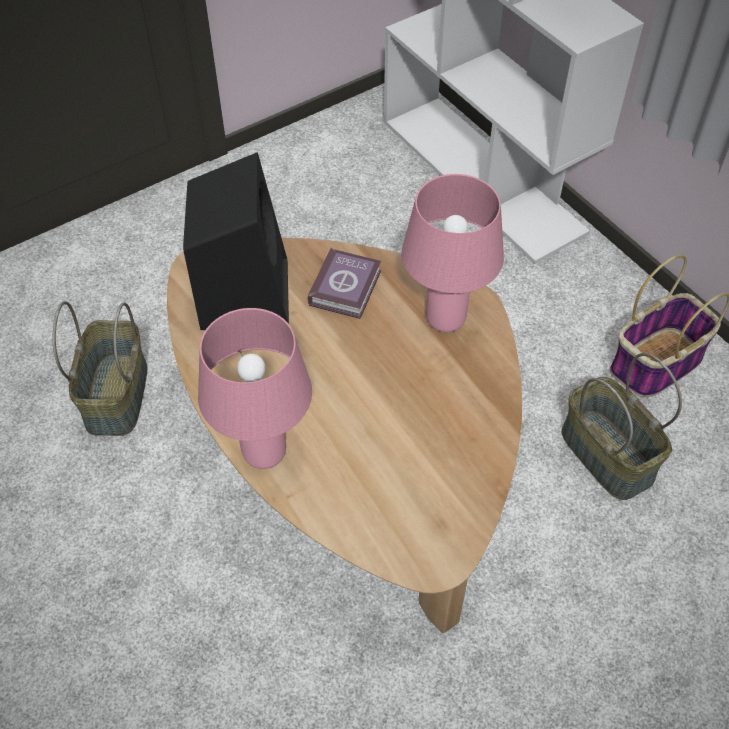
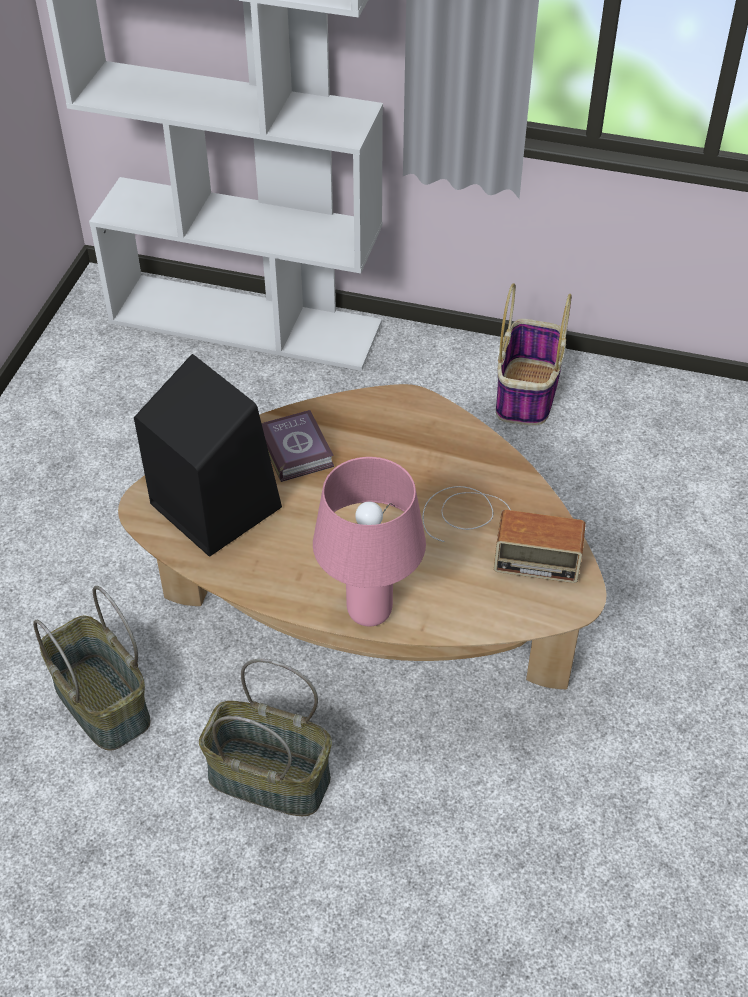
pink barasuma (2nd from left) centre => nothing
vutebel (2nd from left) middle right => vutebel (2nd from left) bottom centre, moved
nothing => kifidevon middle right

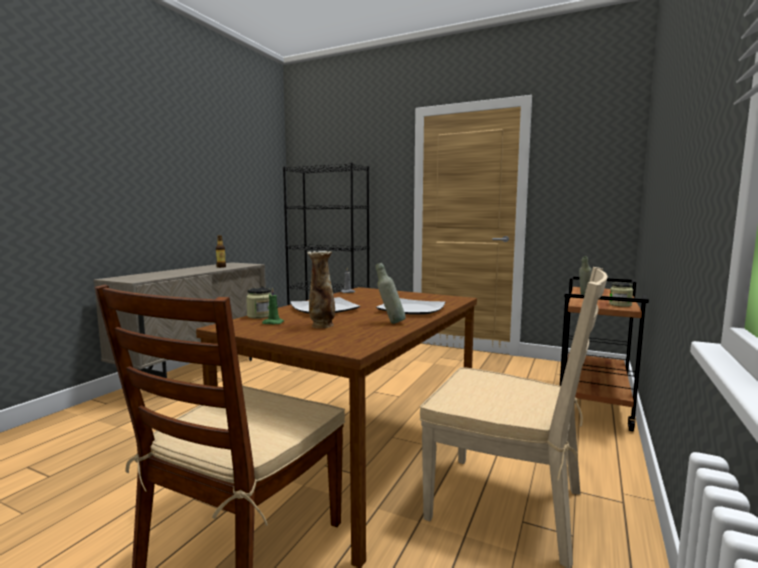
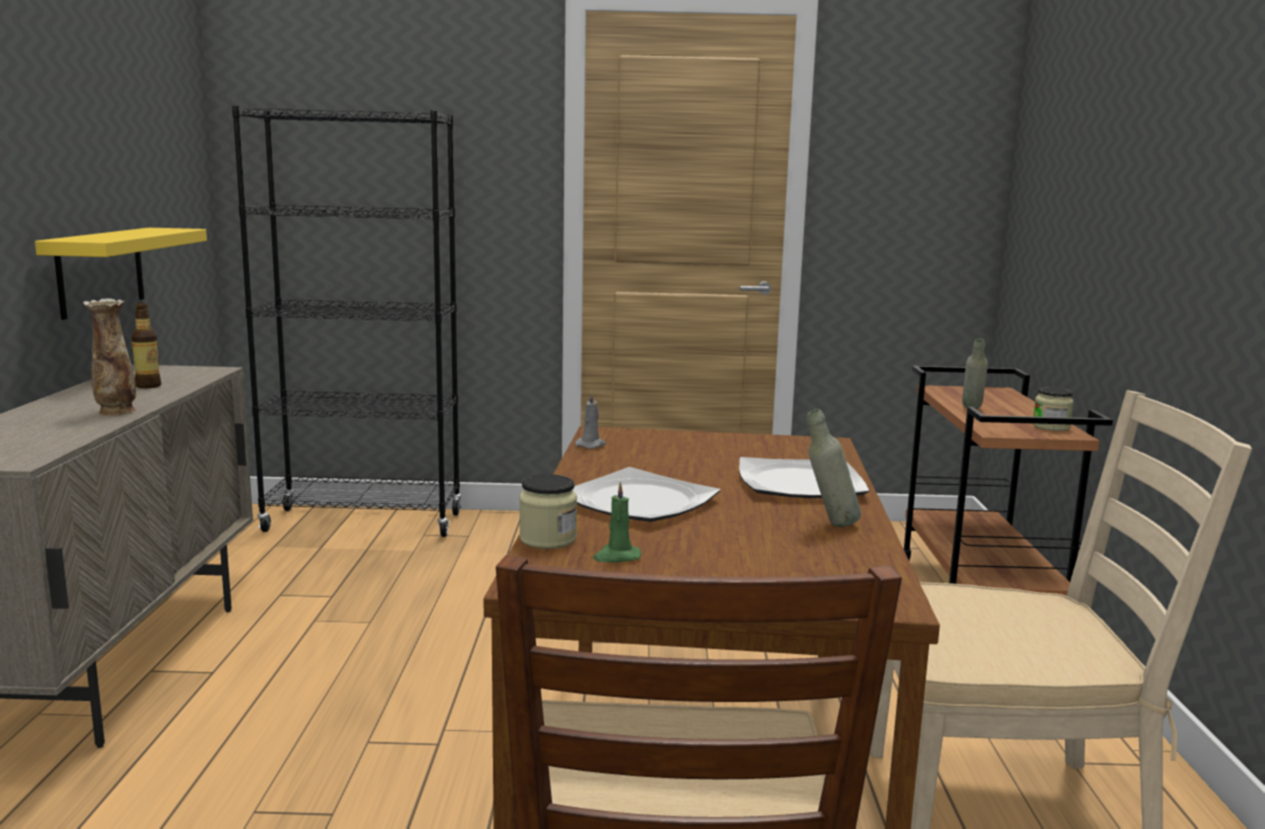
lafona centre => lafona middle left, moved
nothing => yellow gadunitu top left

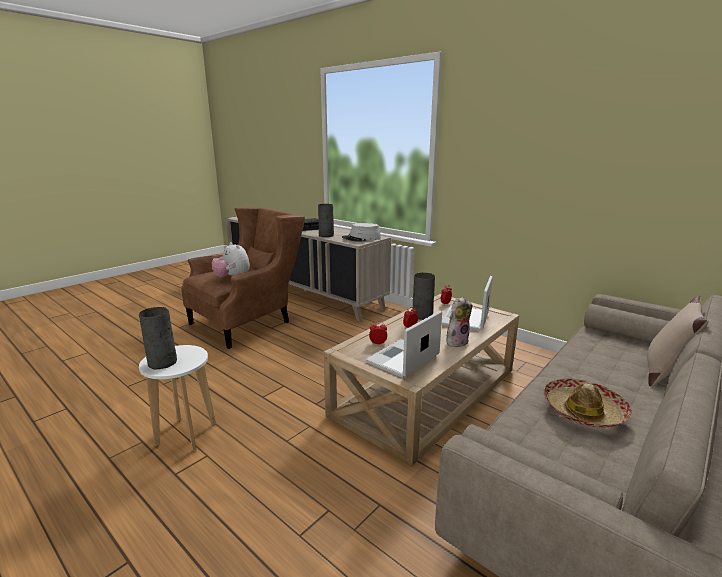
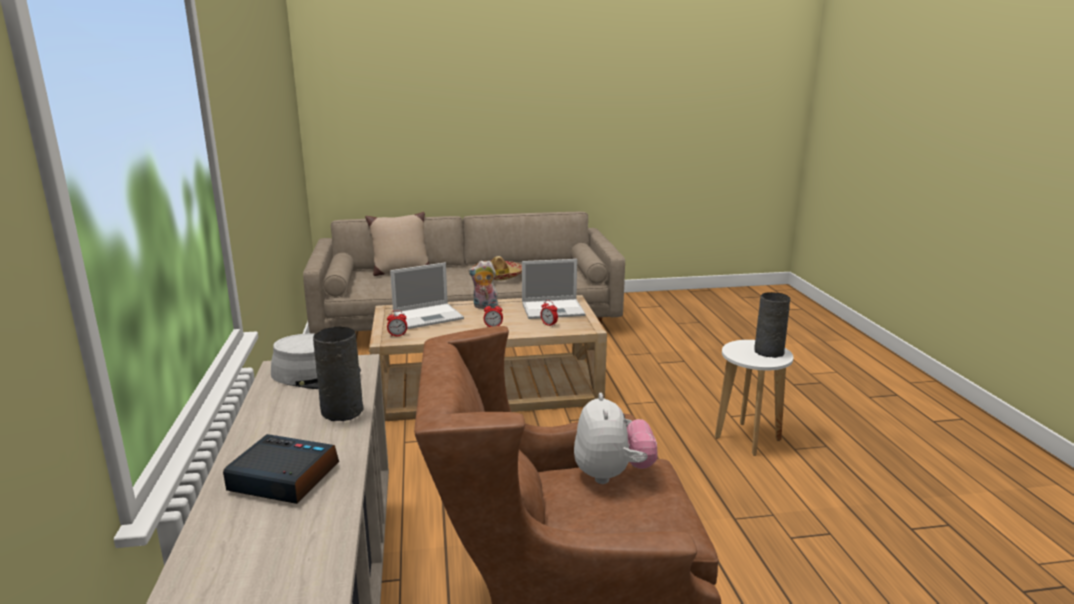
grey lafona (3rd from left) centre => nothing

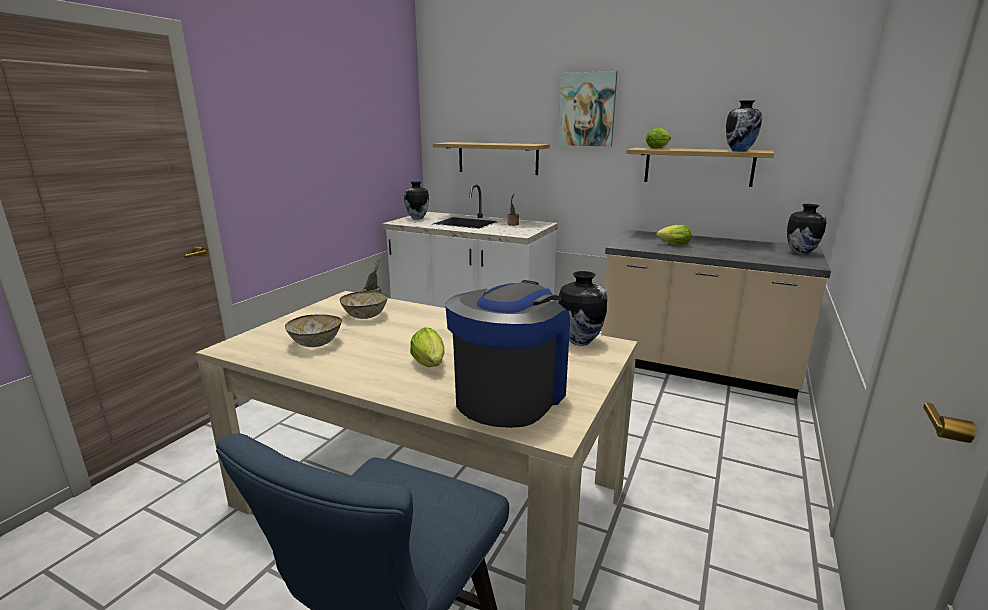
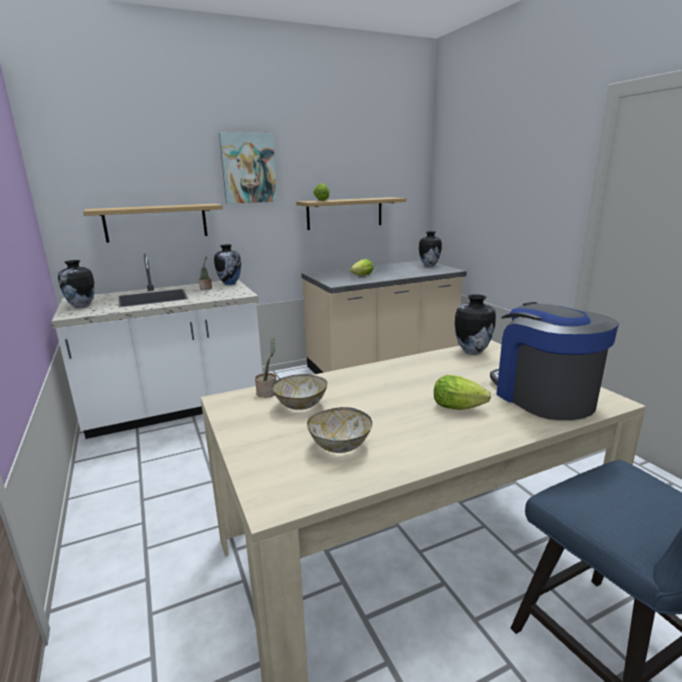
lafona (3rd from left in the first image) top right => lafona (2nd from left) middle left, moved

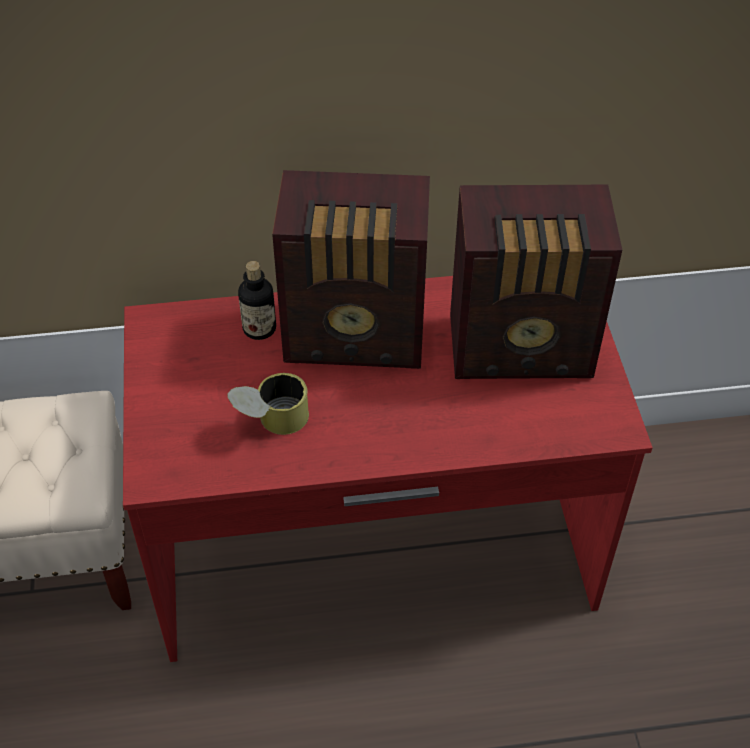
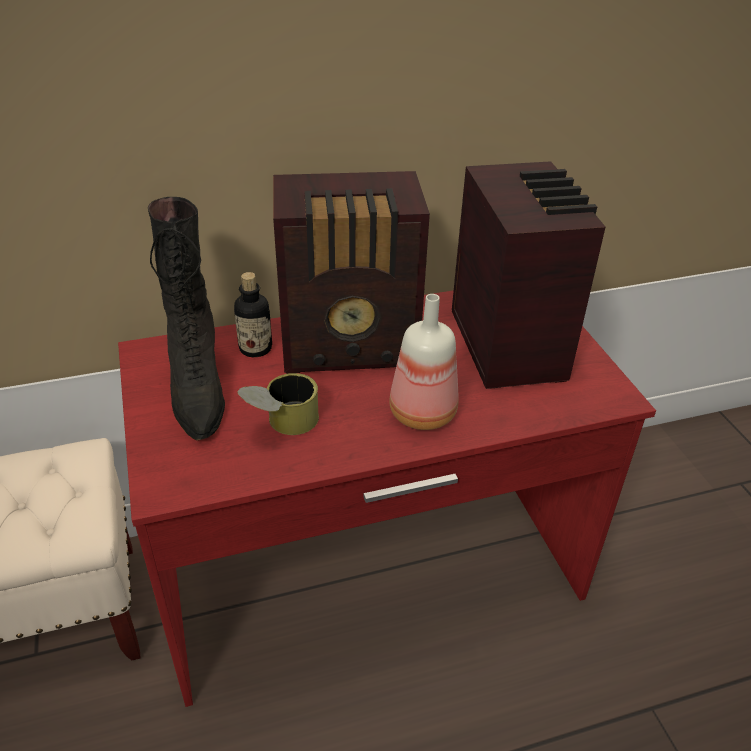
kifidevon (2nd from left) middle right, 90 degrees counterclockwise
nothing => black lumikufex middle left
nothing => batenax (2nd from left) centre

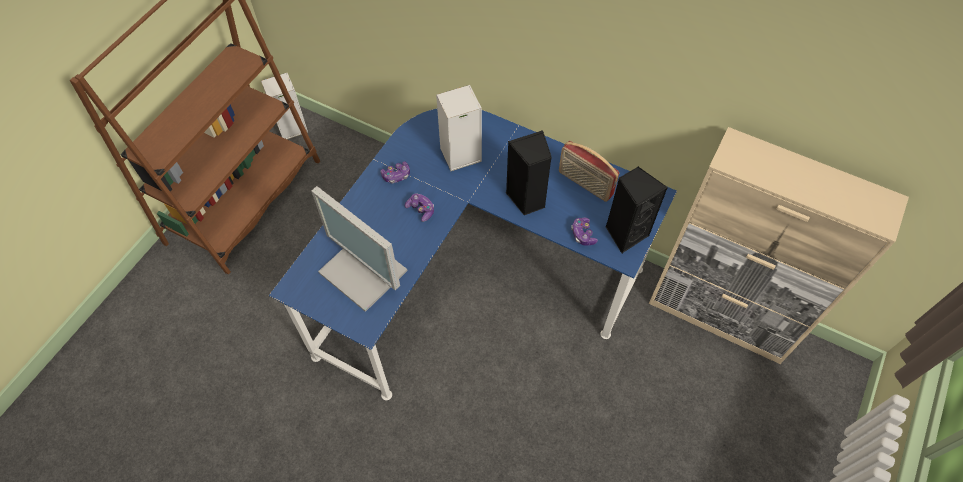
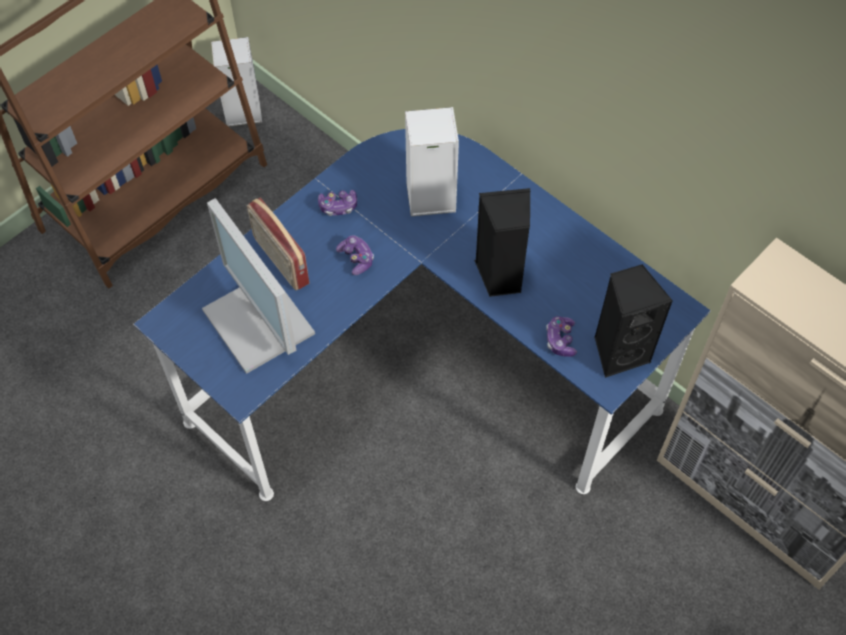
kifidevon centre => kifidevon middle left, moved

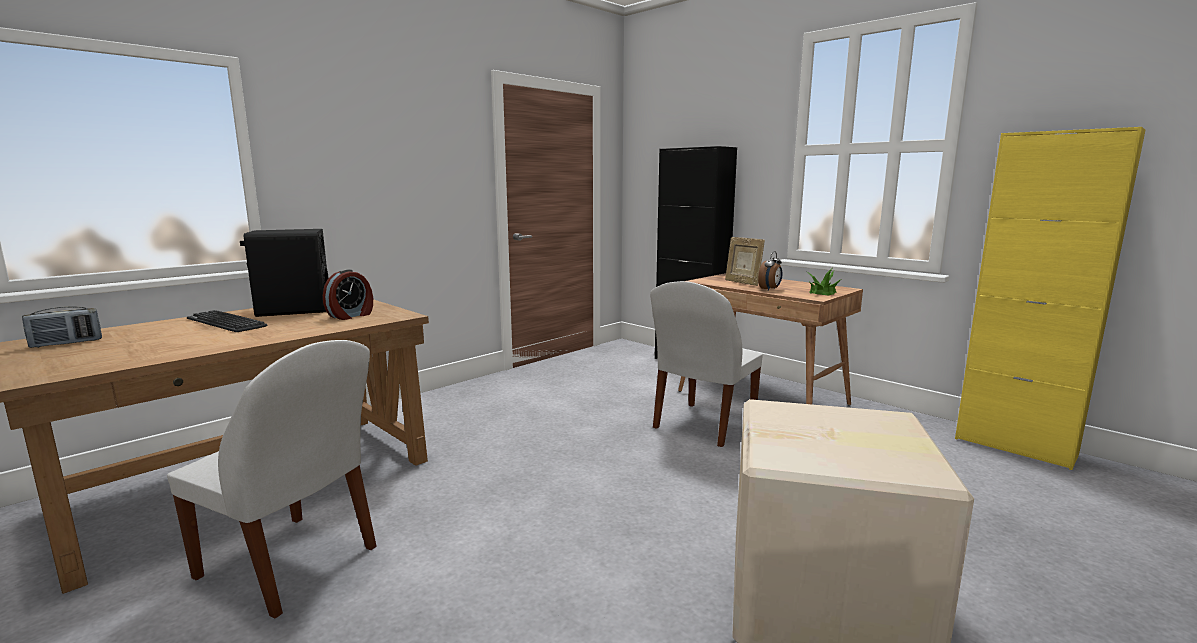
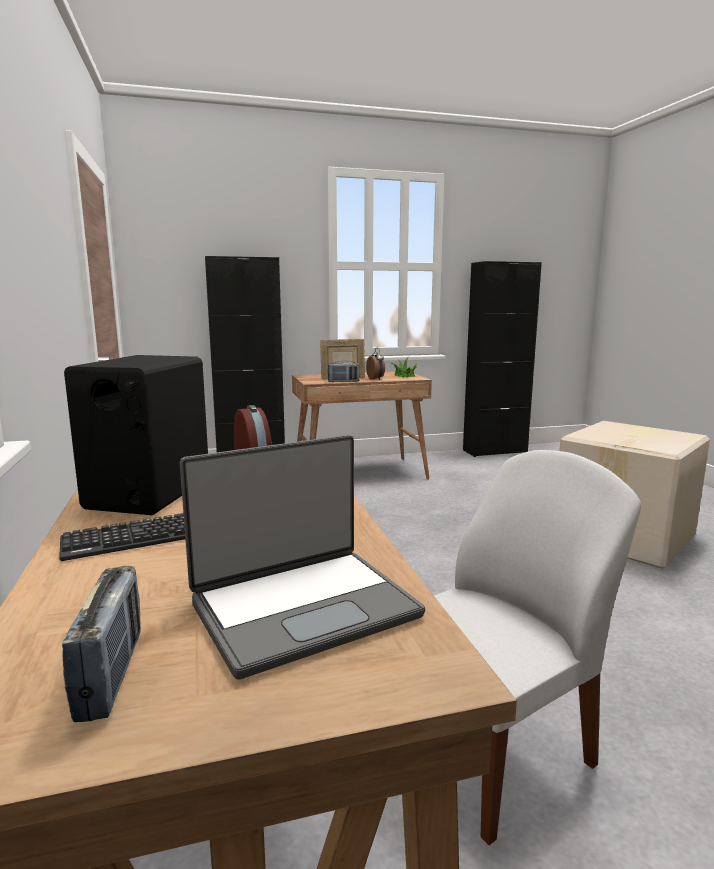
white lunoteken (2nd from left) centre => nothing
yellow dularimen middle right => black dularimen (2nd from left) middle right
nothing => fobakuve centre
nothing => kifidevon (2nd from left) centre

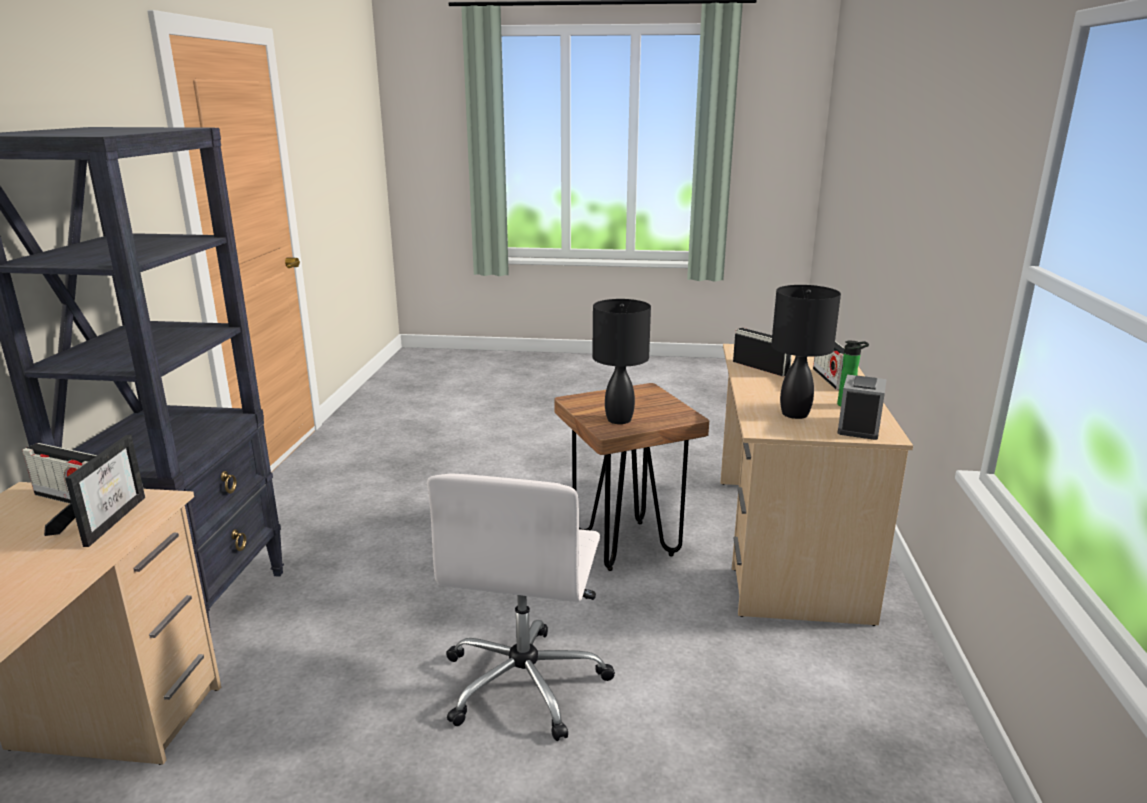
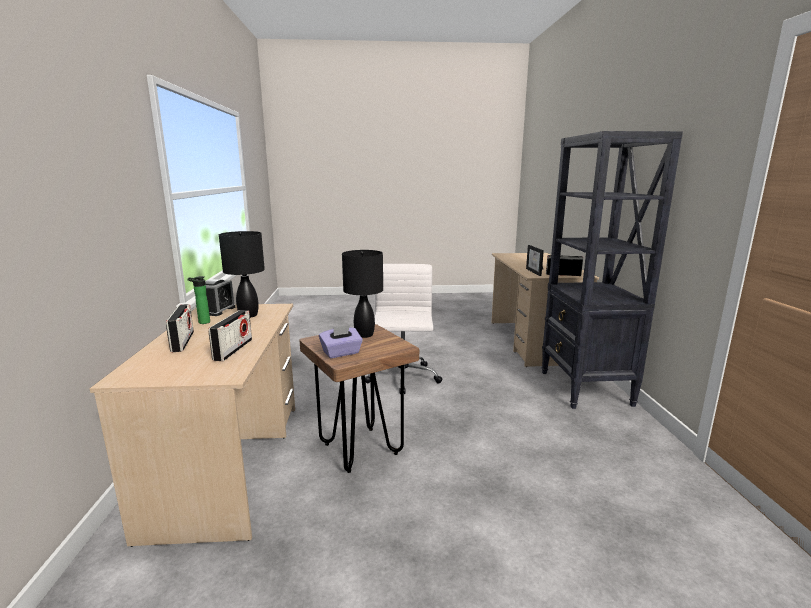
kifidevon (2nd from left) centre => kifidevon (2nd from left) middle left, 120 degrees counterclockwise
nothing => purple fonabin centre

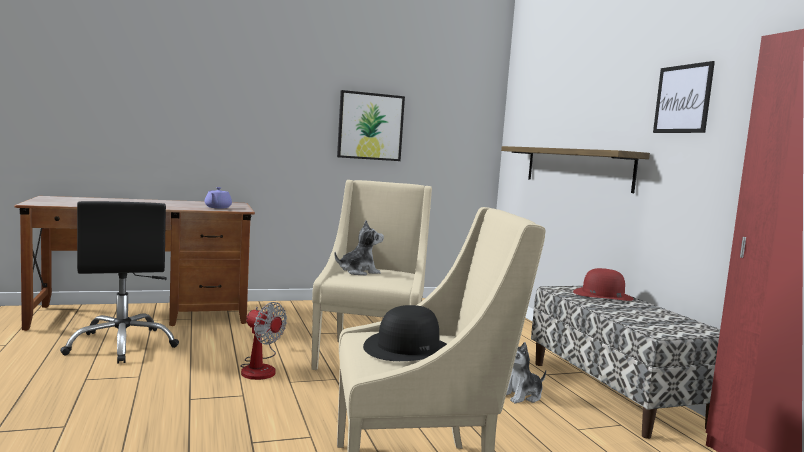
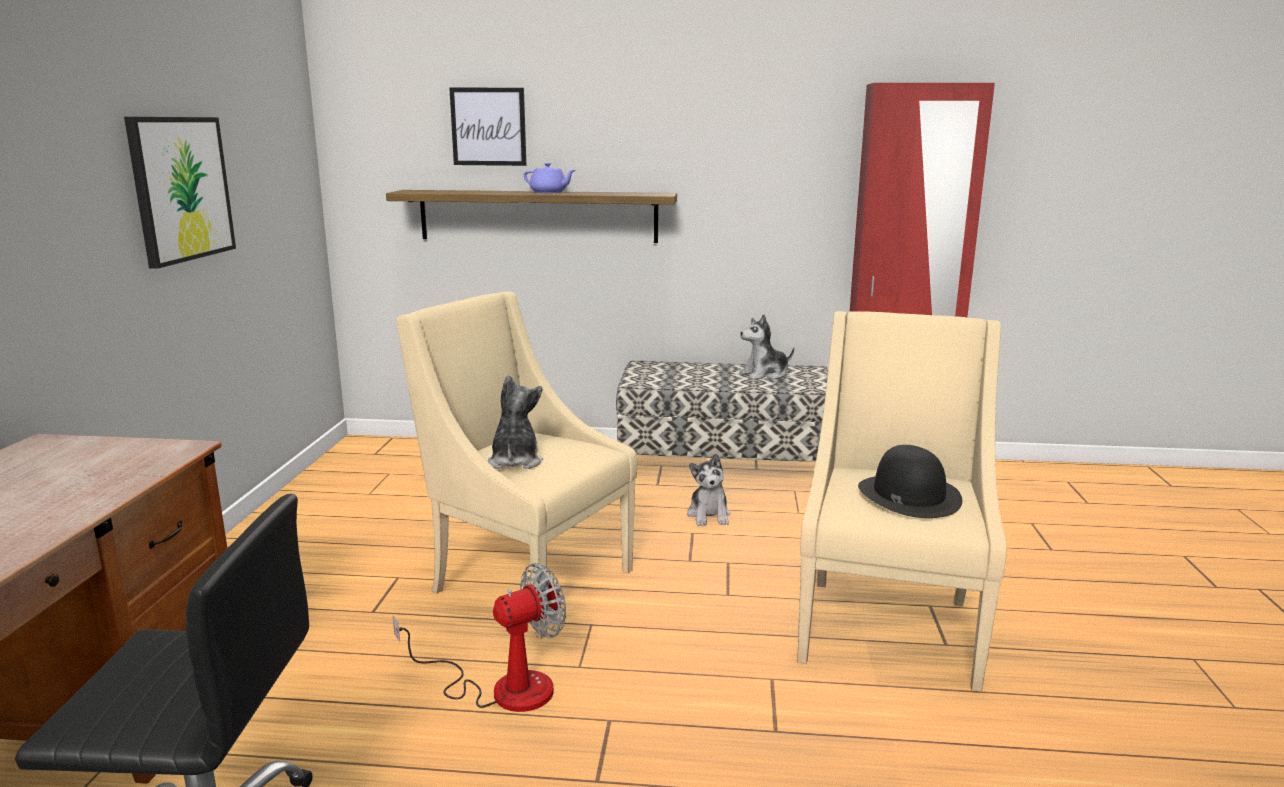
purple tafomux middle left => purple tafomux top centre, moved
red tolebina middle right => nothing
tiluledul (2nd from left) top right => tiluledul (2nd from left) top centre, moved
nothing => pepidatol (3rd from left) centre

